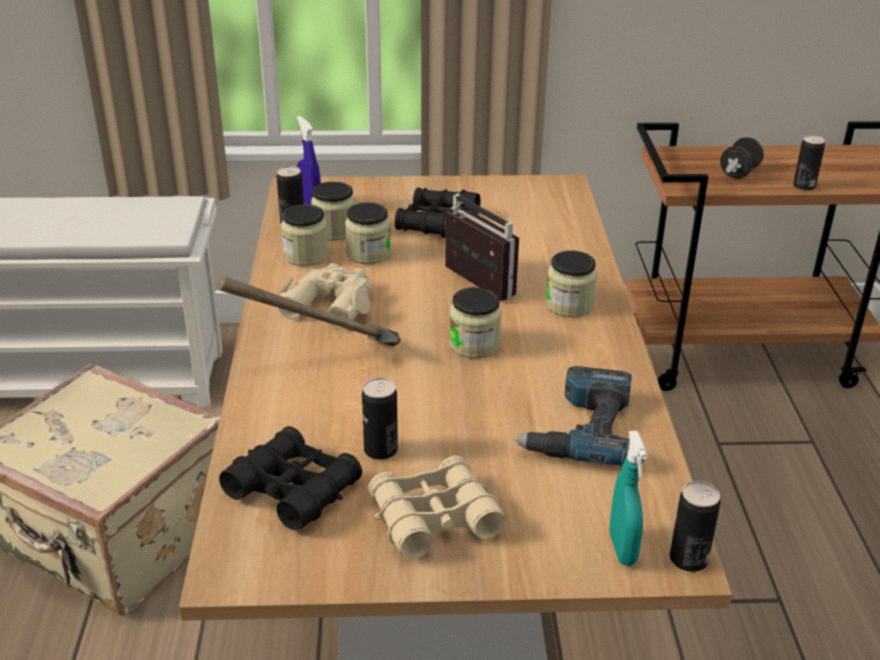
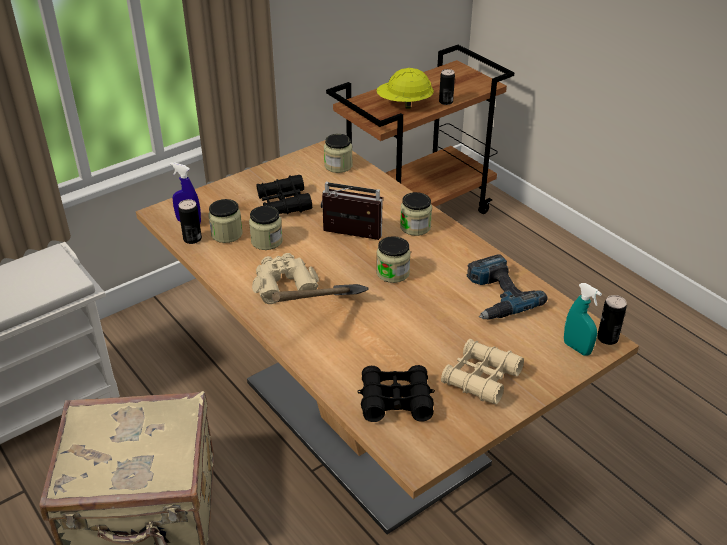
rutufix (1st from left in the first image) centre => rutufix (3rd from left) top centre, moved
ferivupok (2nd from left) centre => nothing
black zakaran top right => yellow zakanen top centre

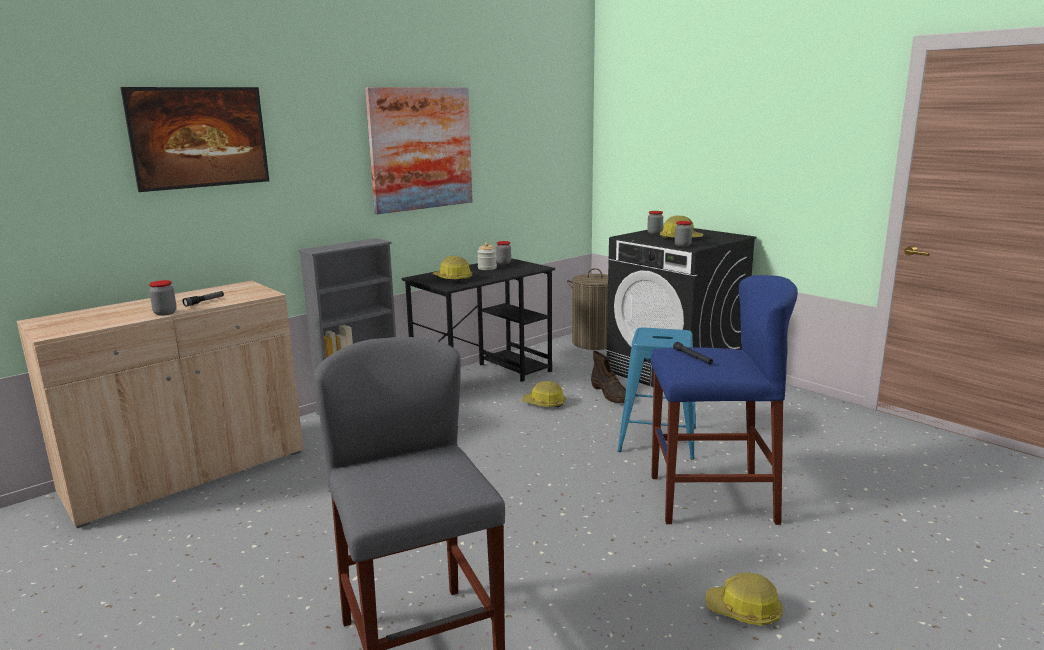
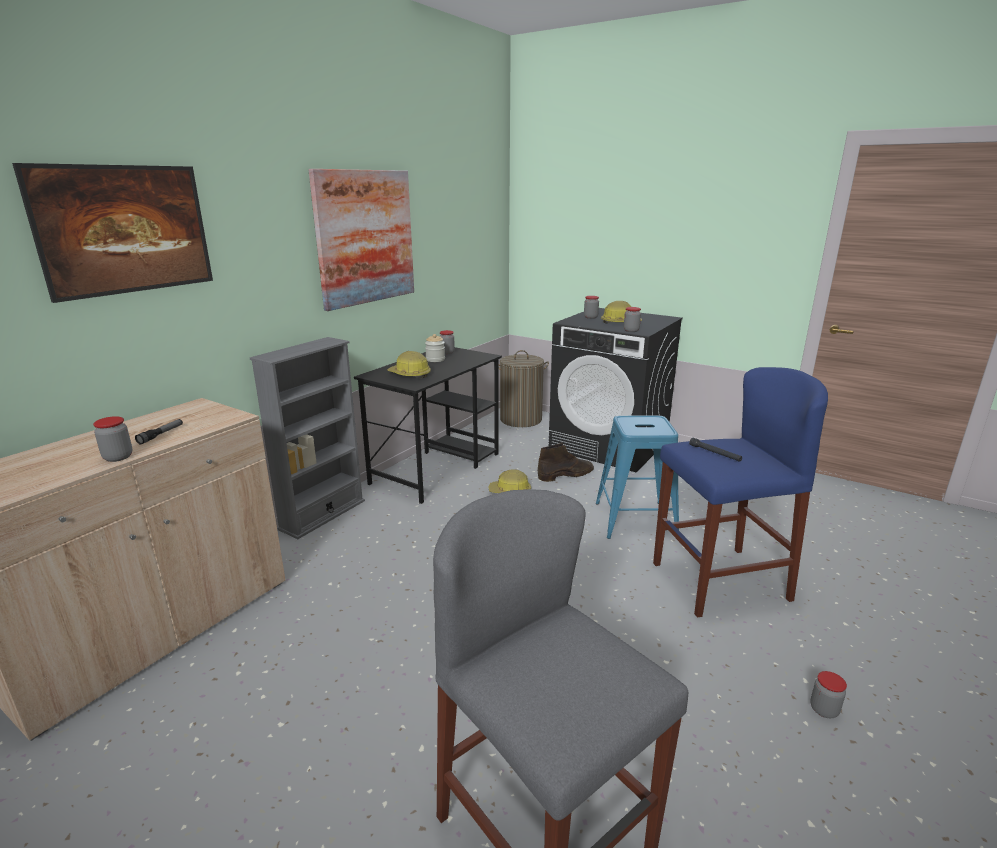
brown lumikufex centre, 75 degrees counterclockwise
zakanen (4th from left) bottom right => rutufix (6th from left) bottom right

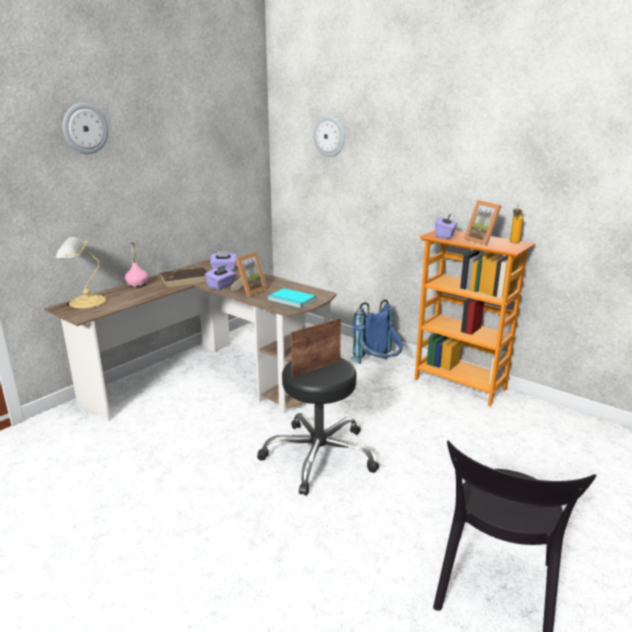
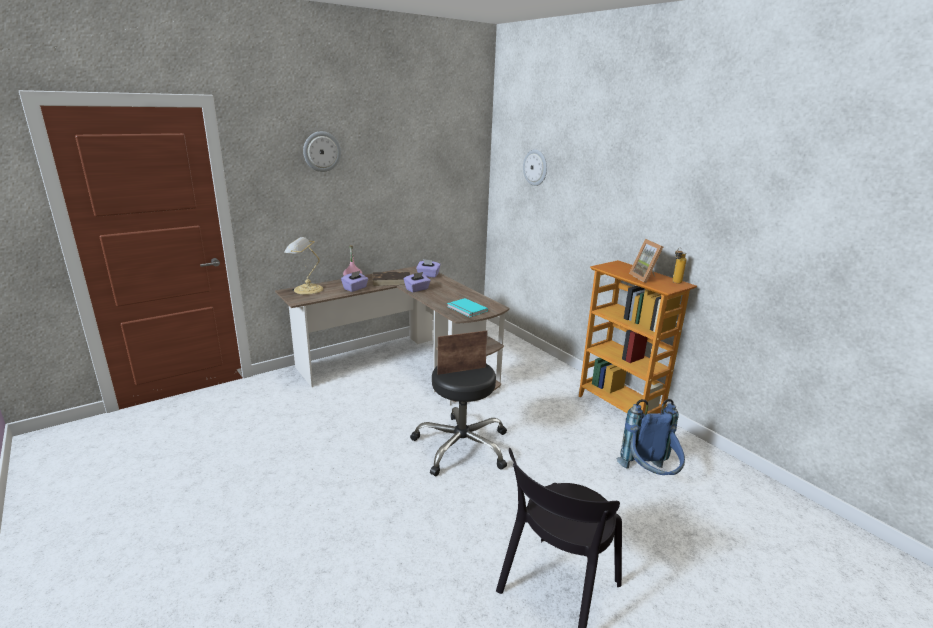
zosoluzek (1st from left) centre => nothing
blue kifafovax centre => blue kifafovax bottom right, moved
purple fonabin (3rd from left in the first image) middle right => purple fonabin (1st from left) centre, moved

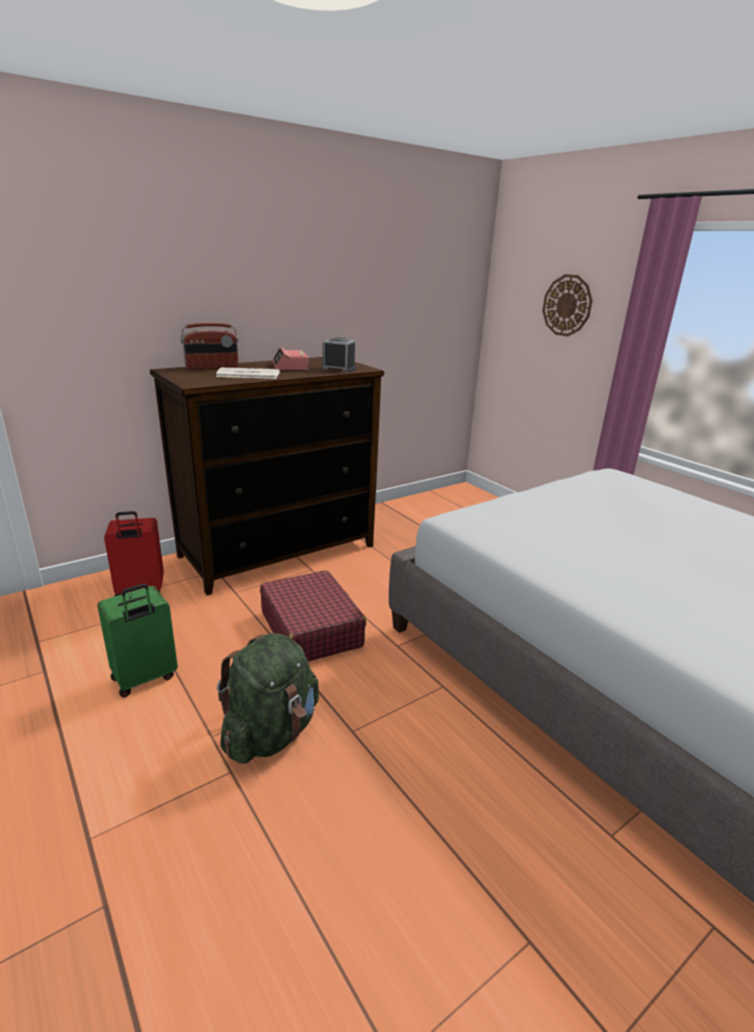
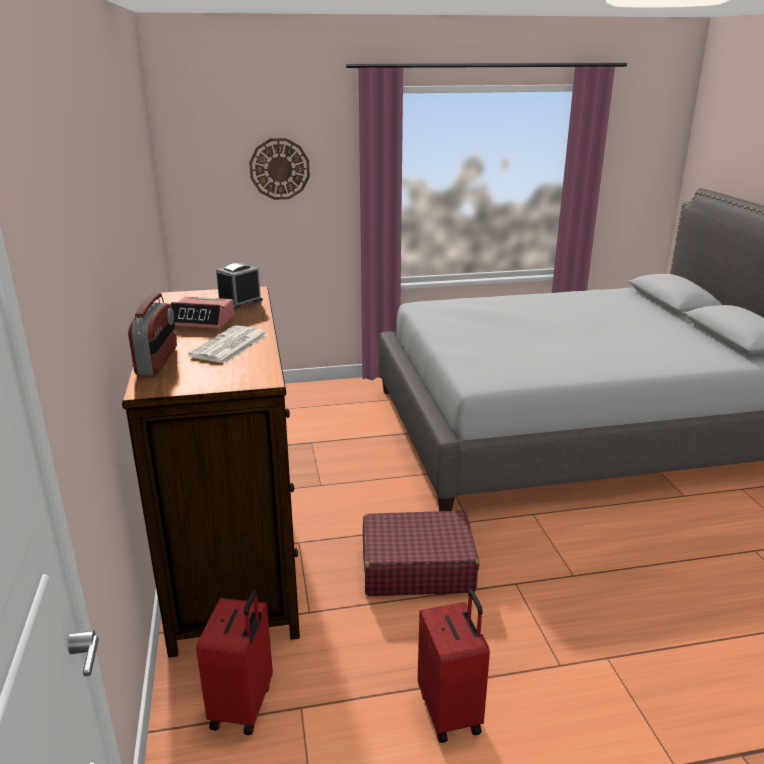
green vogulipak middle left => red vogulipak (3rd from left) bottom centre
green kifafovax bottom centre => nothing

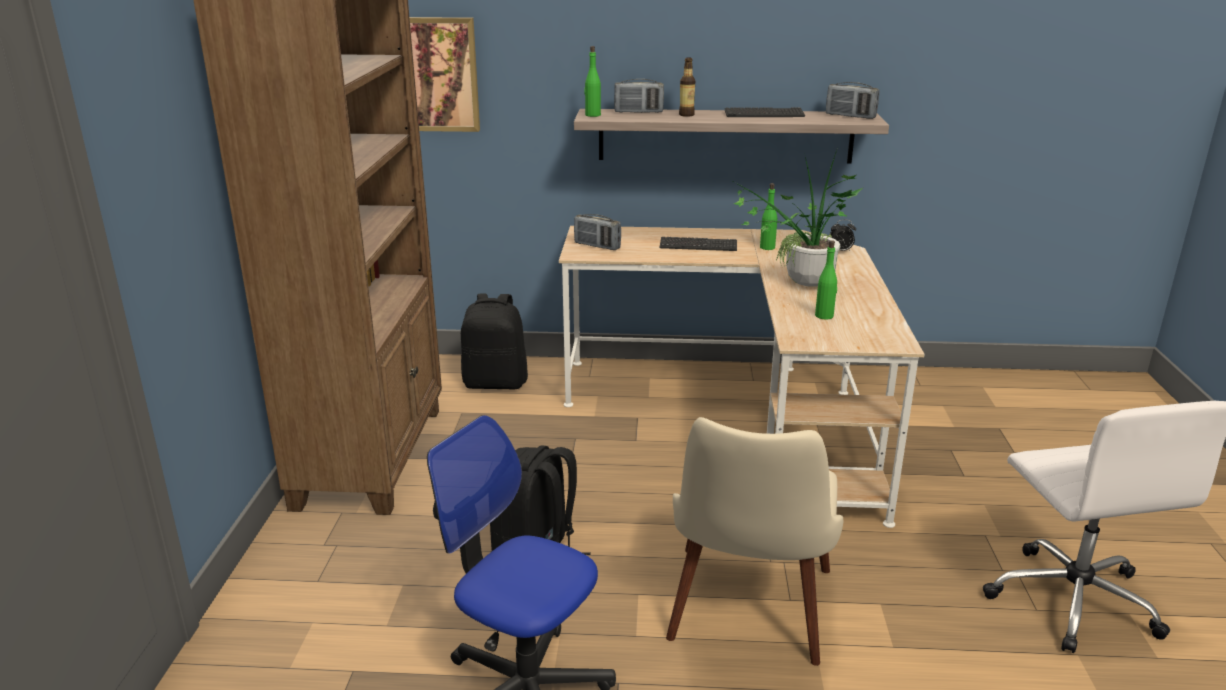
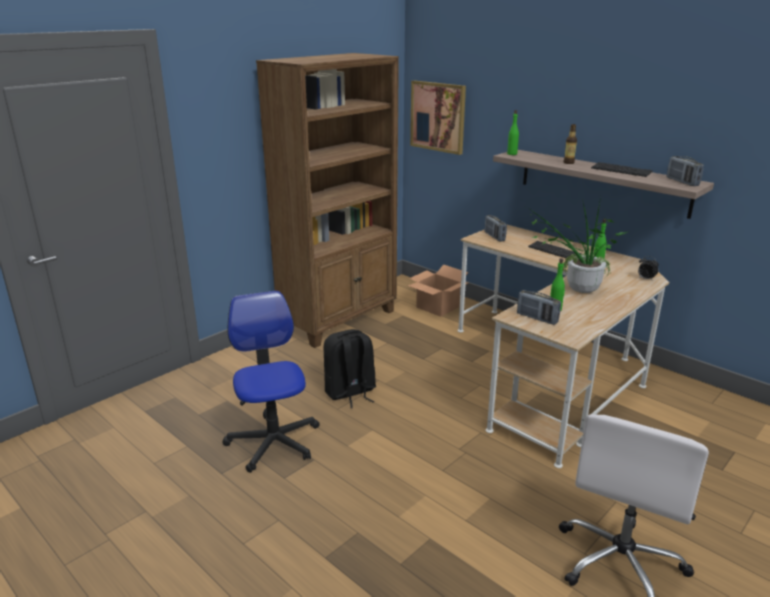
black kifafovax (1st from left) centre => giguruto centre
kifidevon (2nd from left) top centre => kifidevon (2nd from left) middle right, moved
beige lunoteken bottom centre => nothing

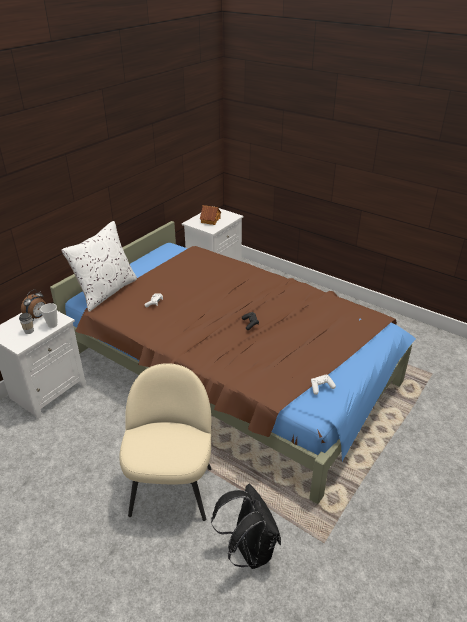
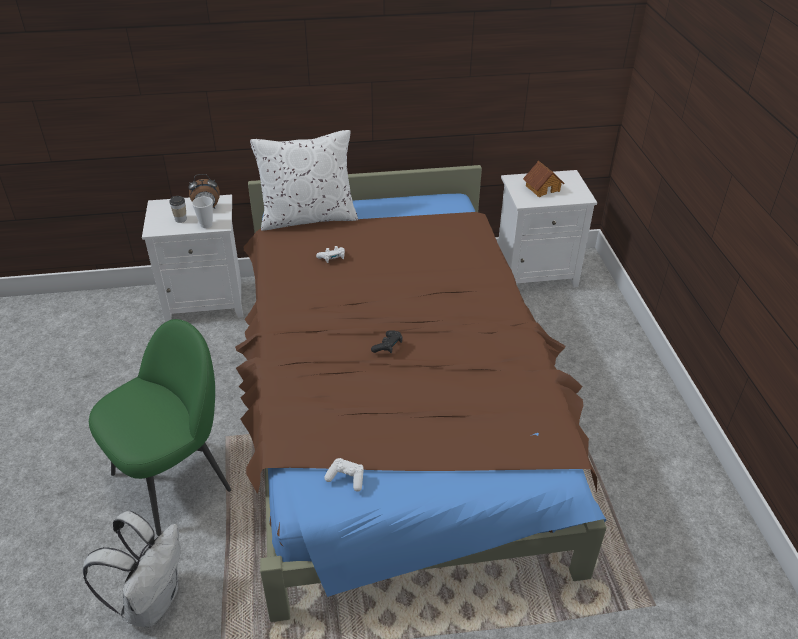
beige lunoteken bottom centre => green lunoteken bottom left
black kifafovax bottom centre => white kifafovax bottom left

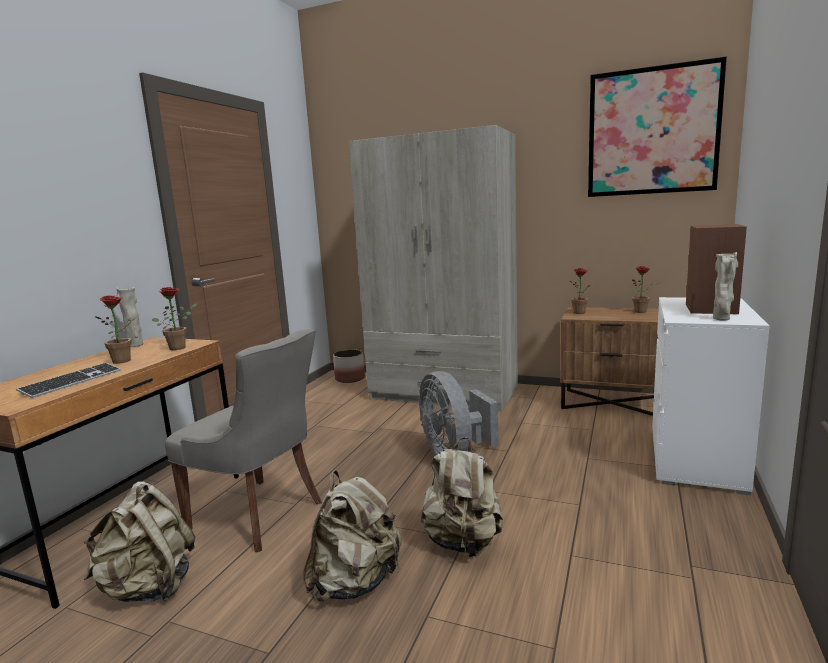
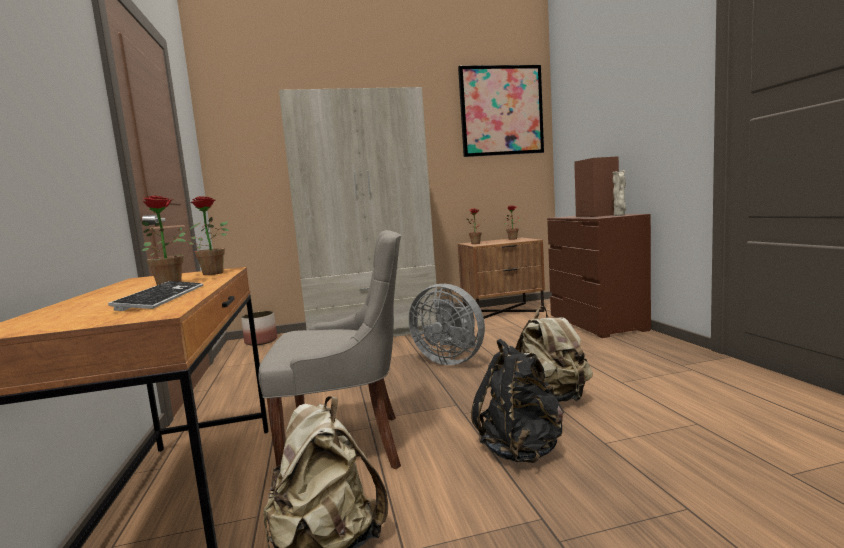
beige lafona (1st from left) middle left => nothing
beige kifafovax (2nd from left) bottom centre => black kifafovax bottom centre
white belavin middle right => brown belavin middle right

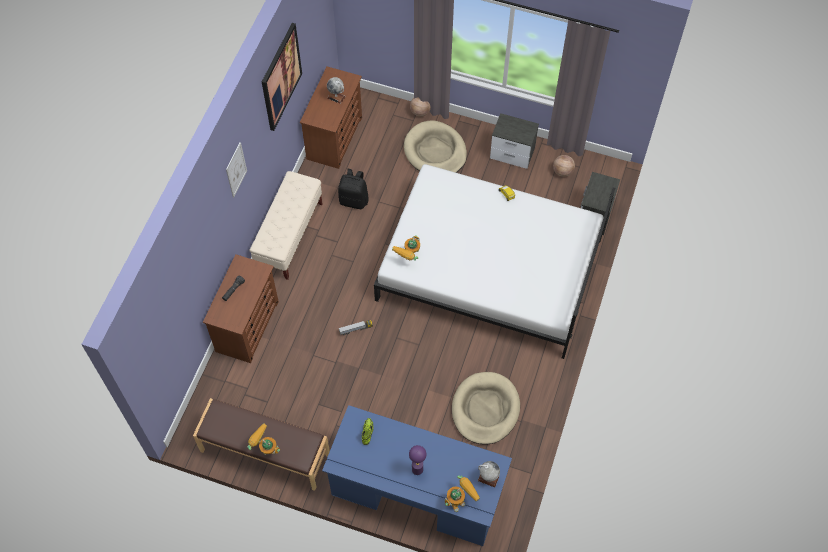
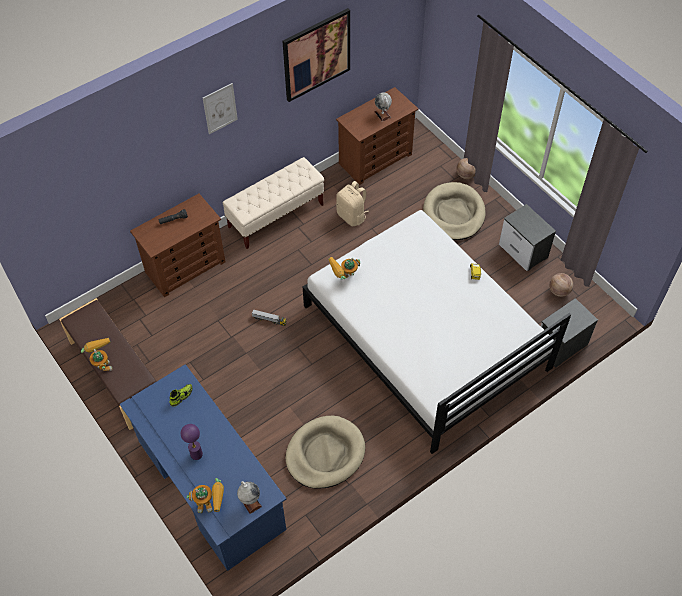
black kifafovax centre => beige kifafovax centre

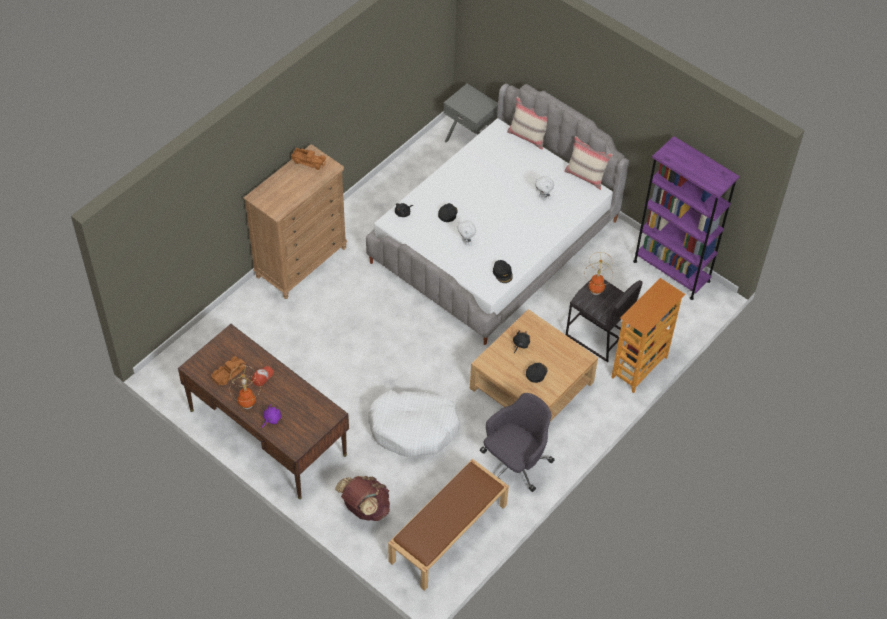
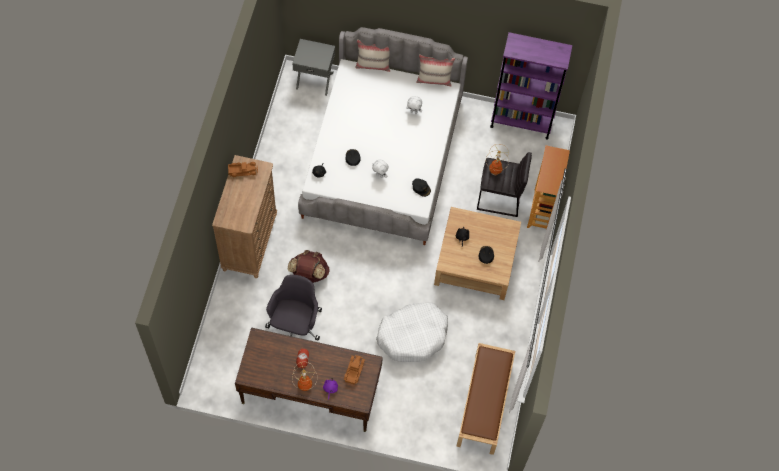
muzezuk (1st from left in the first image) middle left => muzezuk (2nd from left) bottom centre, moved
brown kifafovax bottom centre => brown kifafovax centre, moved
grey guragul bottom centre => grey guragul centre, moved

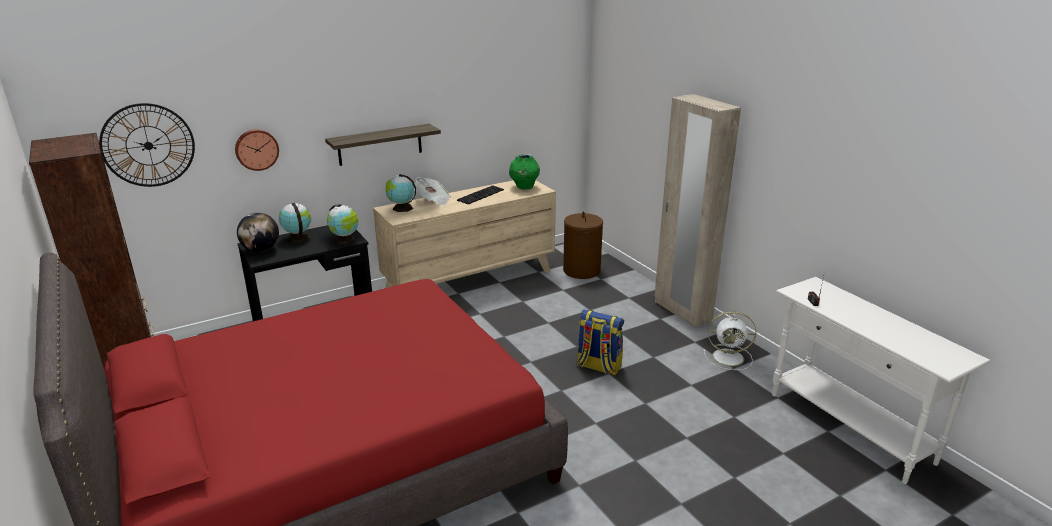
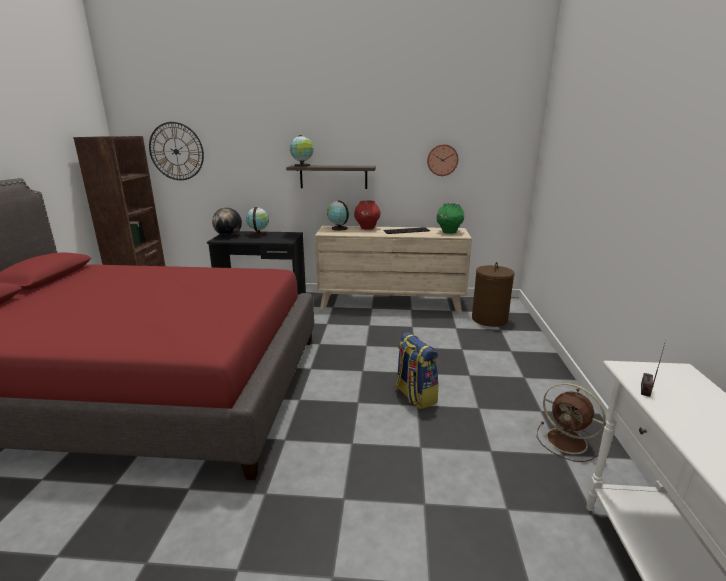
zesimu (2nd from left) top left => zesimu (2nd from left) top centre, moved
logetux (3rd from left) middle left => logetux (3rd from left) top centre, moved
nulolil centre => red lafona centre
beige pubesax centre => nothing
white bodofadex middle right => brown bodofadex bottom right

